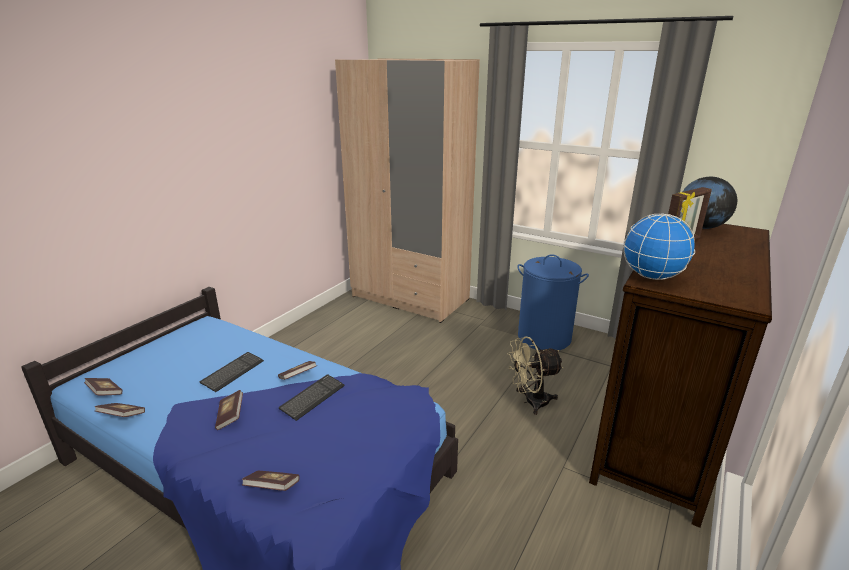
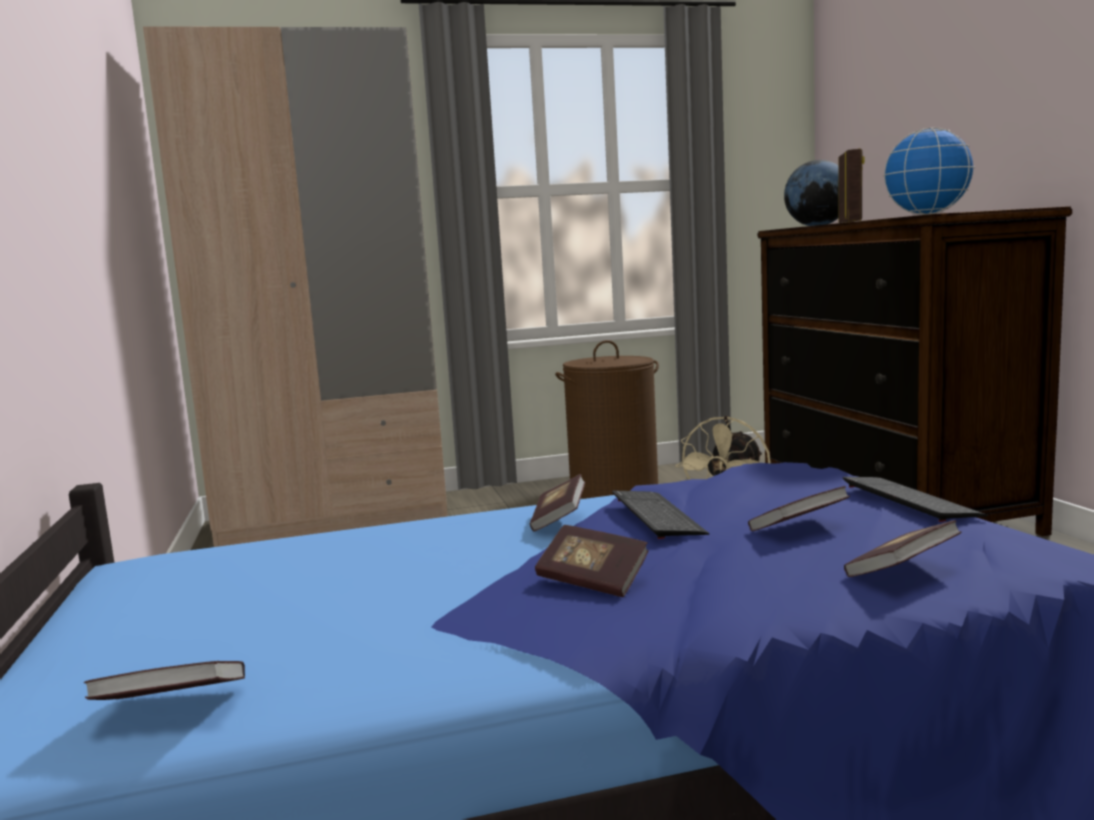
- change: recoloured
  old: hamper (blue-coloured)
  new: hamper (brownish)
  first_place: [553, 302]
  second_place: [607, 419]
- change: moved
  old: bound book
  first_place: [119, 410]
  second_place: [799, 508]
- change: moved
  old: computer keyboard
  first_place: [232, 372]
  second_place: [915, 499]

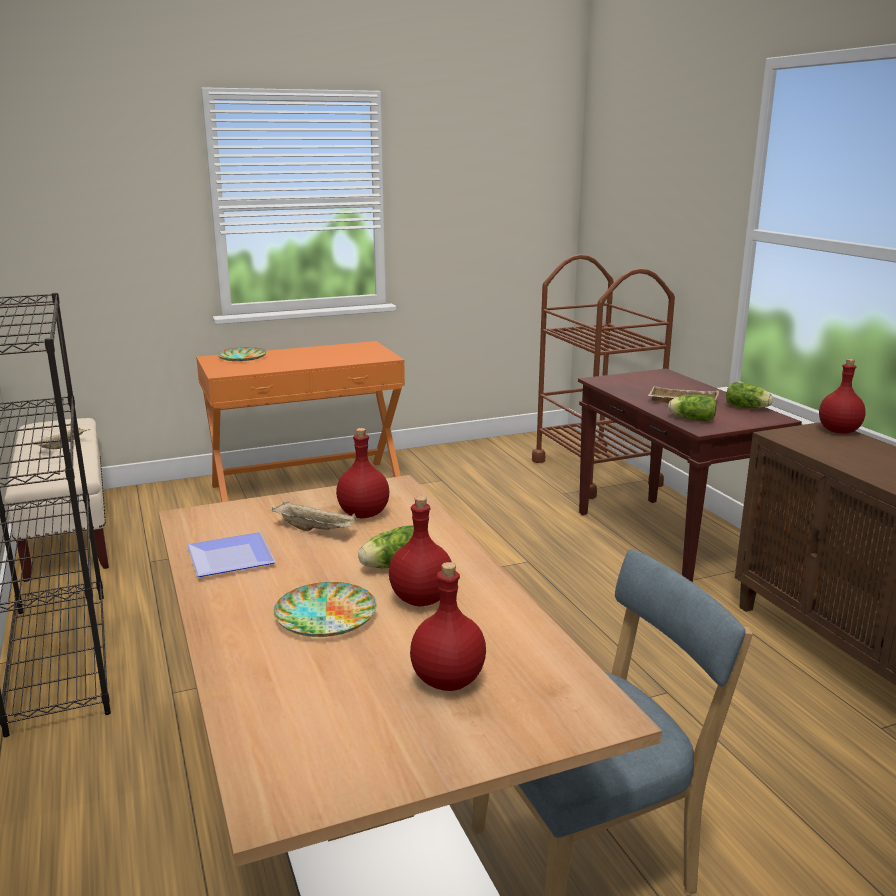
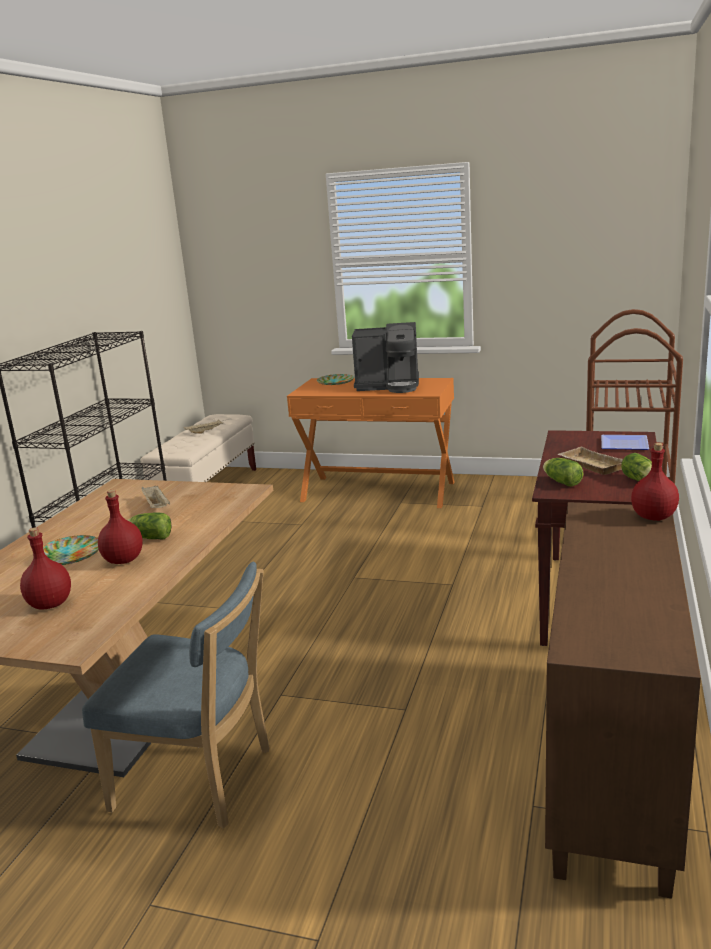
- change: added
  new: coffee maker
  second_place: [385, 357]
- change: moved
  old: dinner plate
  first_place: [231, 554]
  second_place: [625, 442]
- change: removed
  old: beverage bottle (reddish)
  first_place: [362, 473]

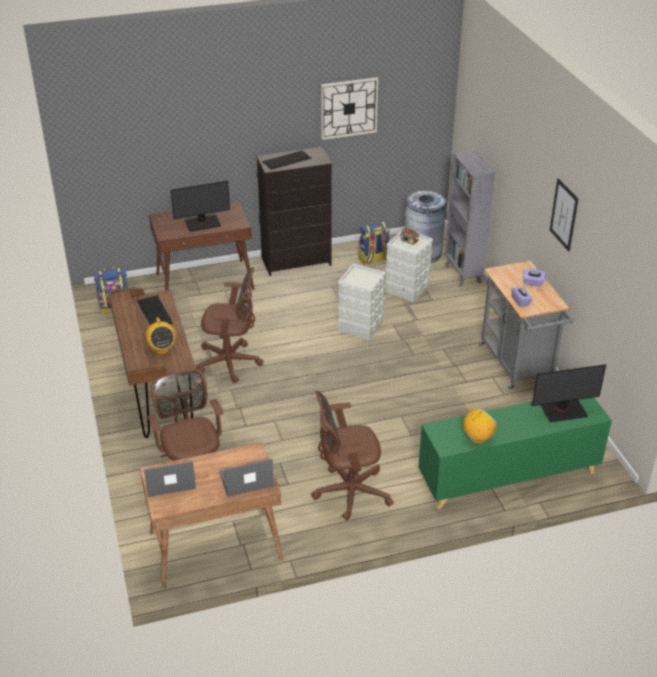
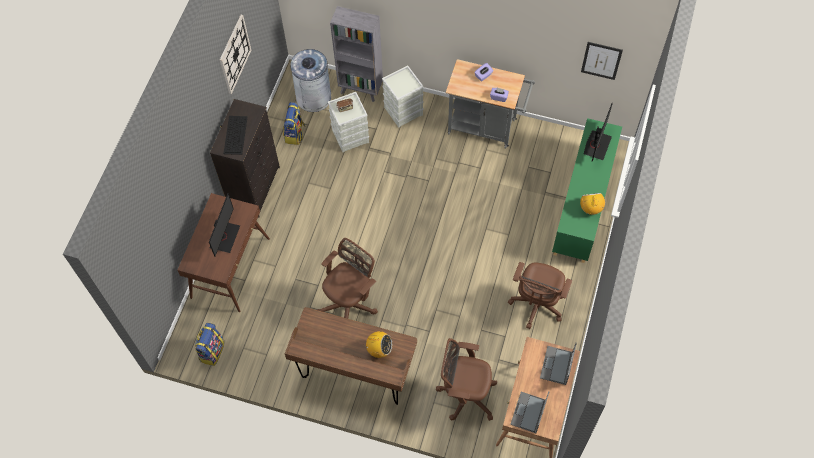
- change: moved
  old: storage box (greyish)
  first_place: [361, 302]
  second_place: [403, 96]
- change: moved
  old: wall art
  first_place: [564, 215]
  second_place: [602, 61]
- change: removed
  old: computer keyboard
  first_place: [155, 310]

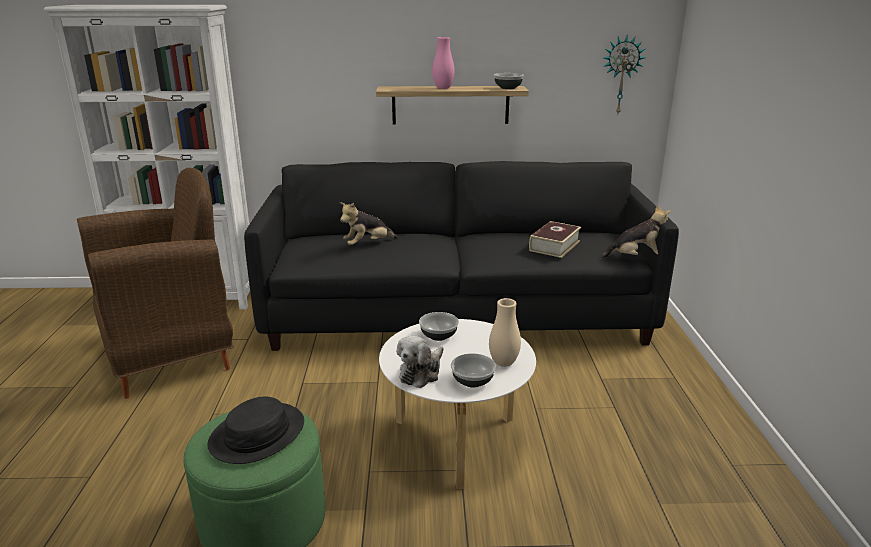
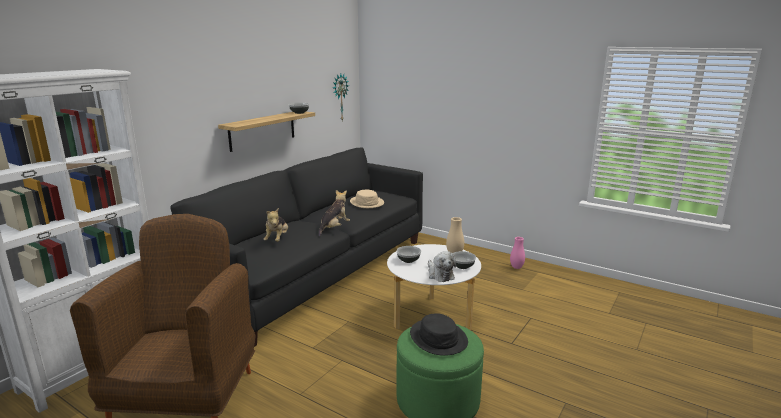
- change: moved
  old: cuddly toy
  first_place: [635, 232]
  second_place: [334, 213]
- change: replaced
  old: bound book
  new: hat (beige-coloured)
  first_place: [555, 239]
  second_place: [367, 198]
- change: moved
  old: flower vase (pink)
  first_place: [443, 63]
  second_place: [517, 253]

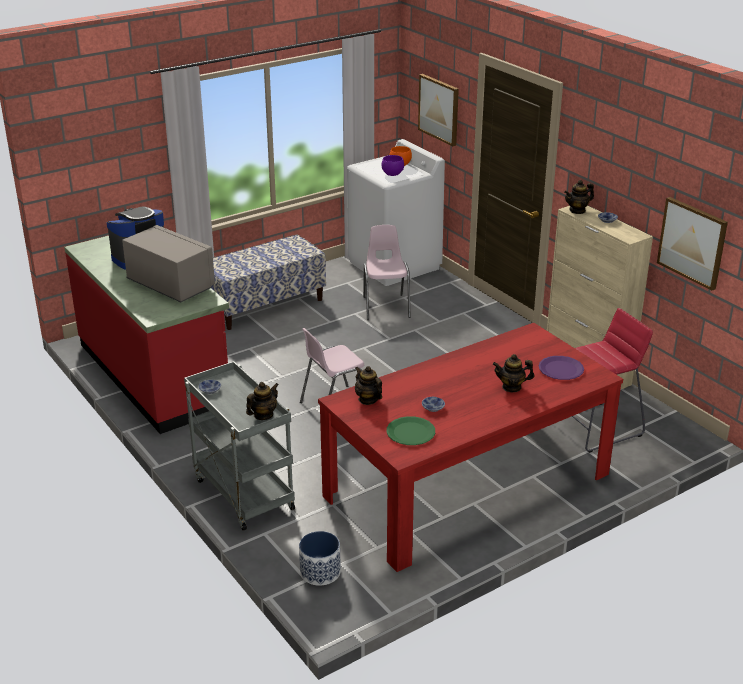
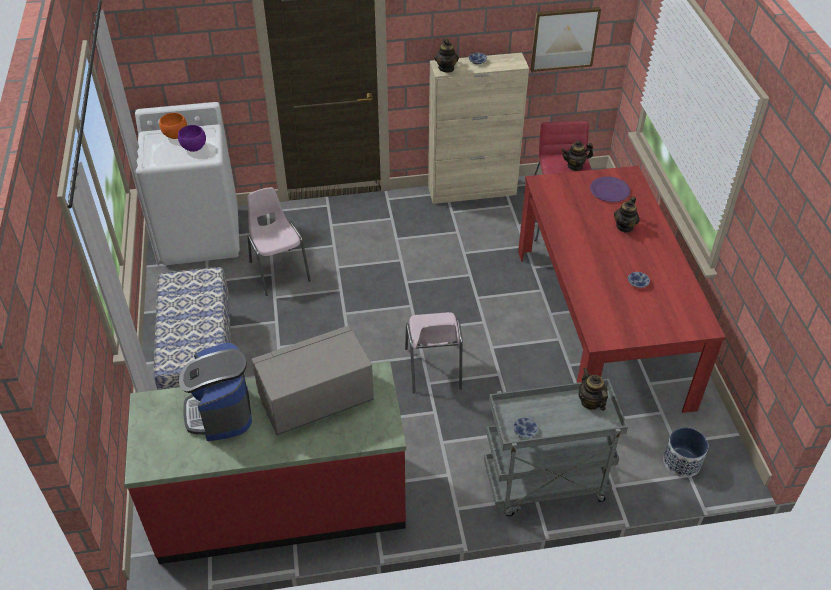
- change: turned
  old: plain chair (pink)
  first_place: [386, 272]
  second_place: [279, 241]
  degrees: 45
- change: moved
  old: tea pot
  first_place: [368, 385]
  second_place: [577, 156]
- change: removed
  old: dinner plate (greenish)
  first_place: [411, 430]
- change: removed
  old: wall art
  first_place: [438, 110]

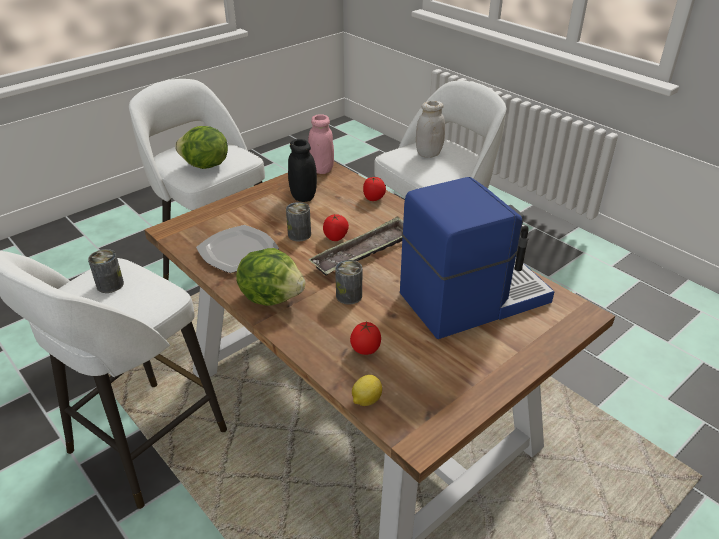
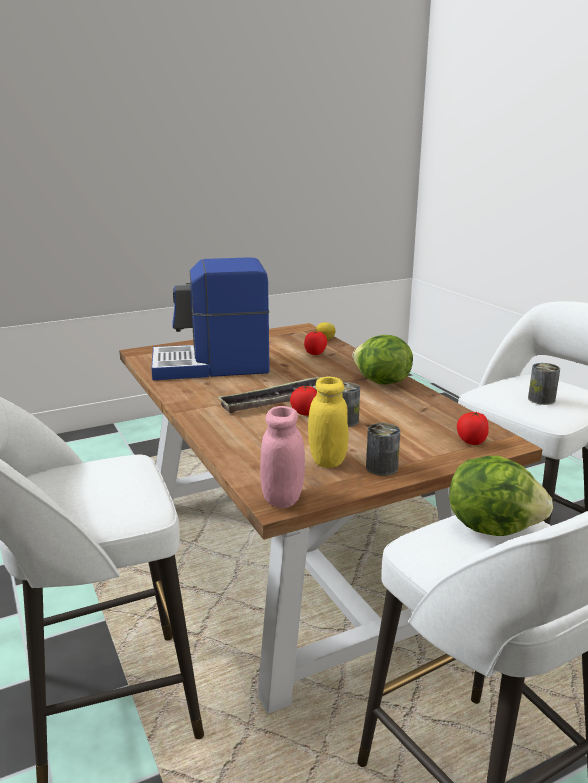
- change: recoloured
  old: jar (black)
  new: jar (yellowish)
  first_place: [302, 170]
  second_place: [328, 422]
- change: moved
  old: metal can
  first_place: [348, 282]
  second_place: [383, 449]
- change: moved
  old: whole tomato
  first_place: [374, 189]
  second_place: [473, 428]
- change: removed
  old: dinner plate
  first_place: [237, 249]
- change: removed
  old: jar (white)
  first_place: [430, 129]

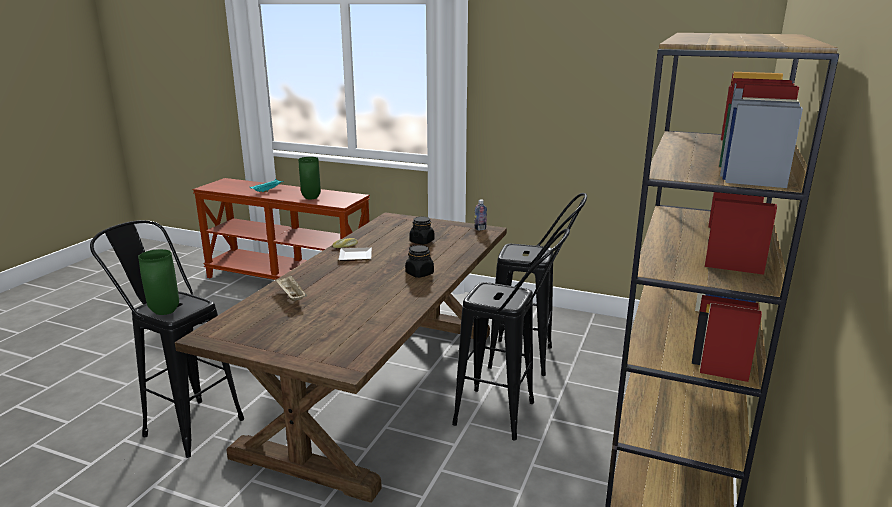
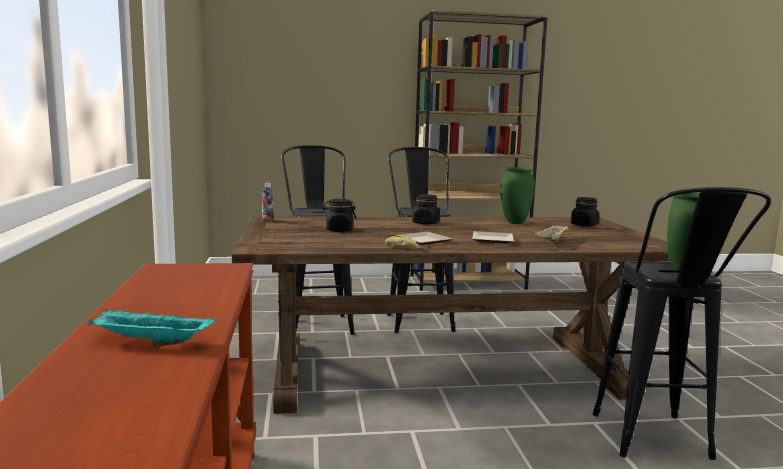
- change: added
  new: dinner plate
  second_place: [493, 237]
- change: moved
  old: flower vase (greenish)
  first_place: [309, 178]
  second_place: [517, 195]
- change: added
  new: jar (black)
  second_place: [585, 212]

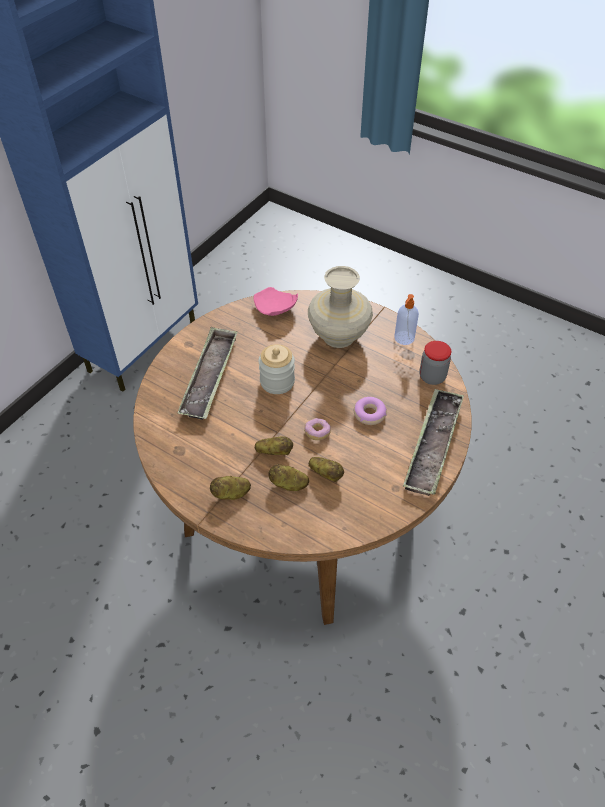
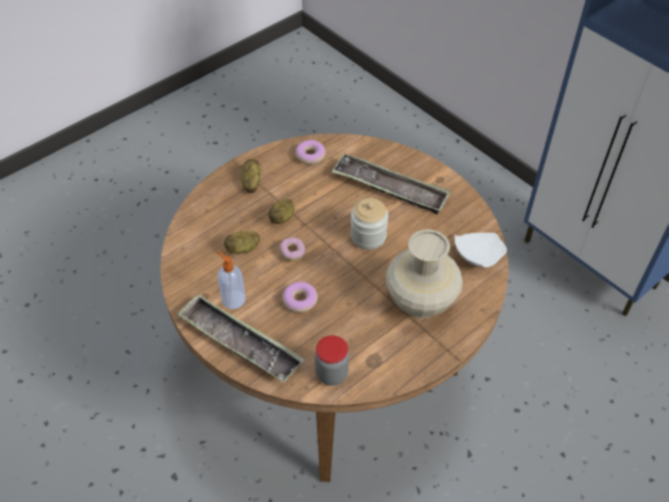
- change: moved
  old: soap dispenser
  first_place: [406, 319]
  second_place: [231, 280]
- change: added
  new: ring doughnut
  second_place: [310, 152]
- change: recoloured
  old: dinner plate (pink)
  new: dinner plate (white)
  first_place: [275, 301]
  second_place: [480, 250]
- change: removed
  old: whole potato
  first_place: [288, 477]

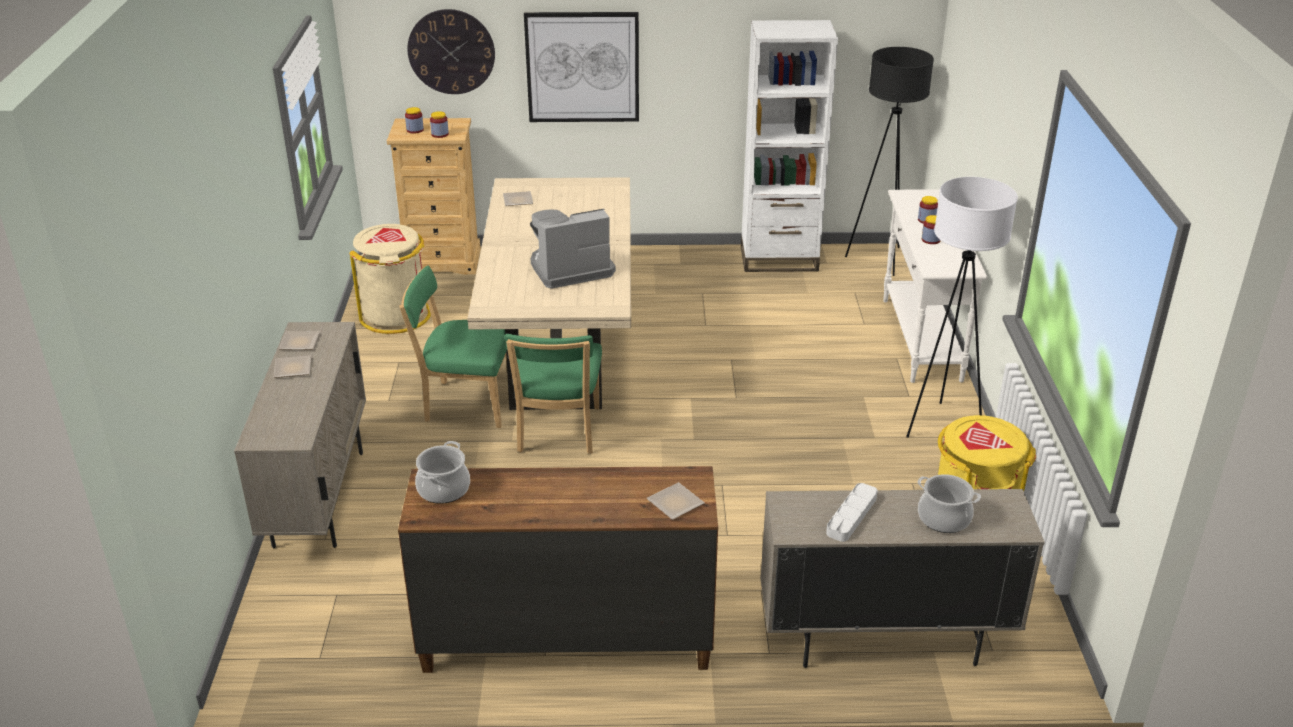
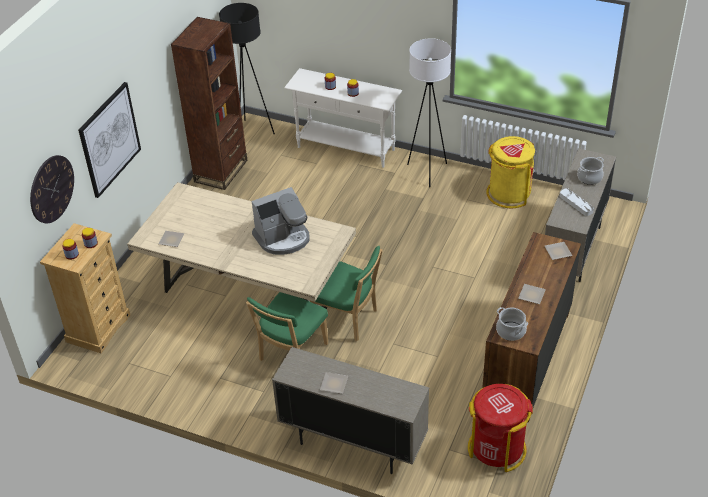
- change: recoloured
  old: bookshelf (white)
  new: bookshelf (brownish)
  first_place: [789, 146]
  second_place: [209, 103]
- change: turned
  old: coffee maker
  first_place: [573, 249]
  second_place: [280, 221]
  degrees: -120
- change: added
  new: trash can (reddish)
  second_place: [500, 428]
- change: moved
  old: dinner plate
  first_place: [299, 340]
  second_place: [532, 294]
- change: removed
  old: trash can (beige-coloured)
  first_place: [390, 279]

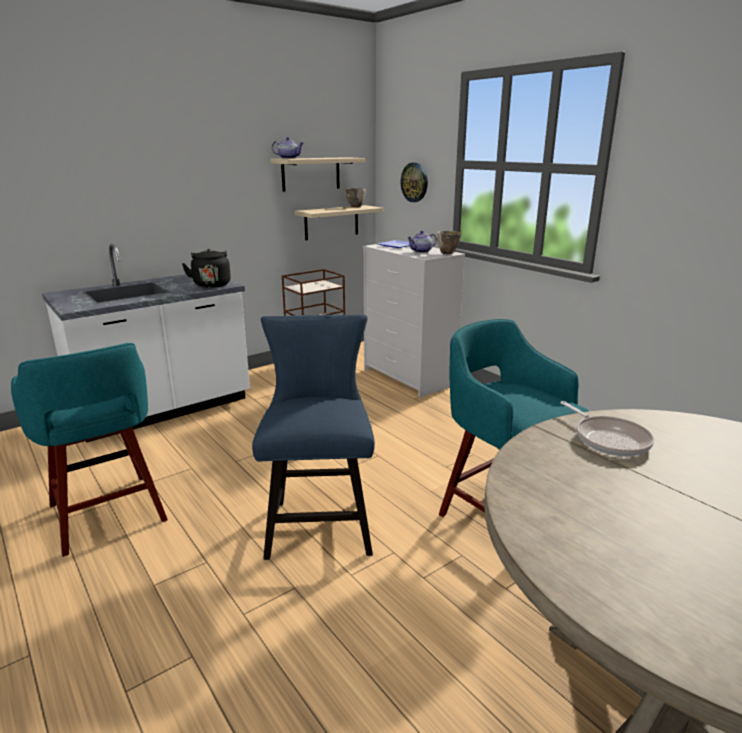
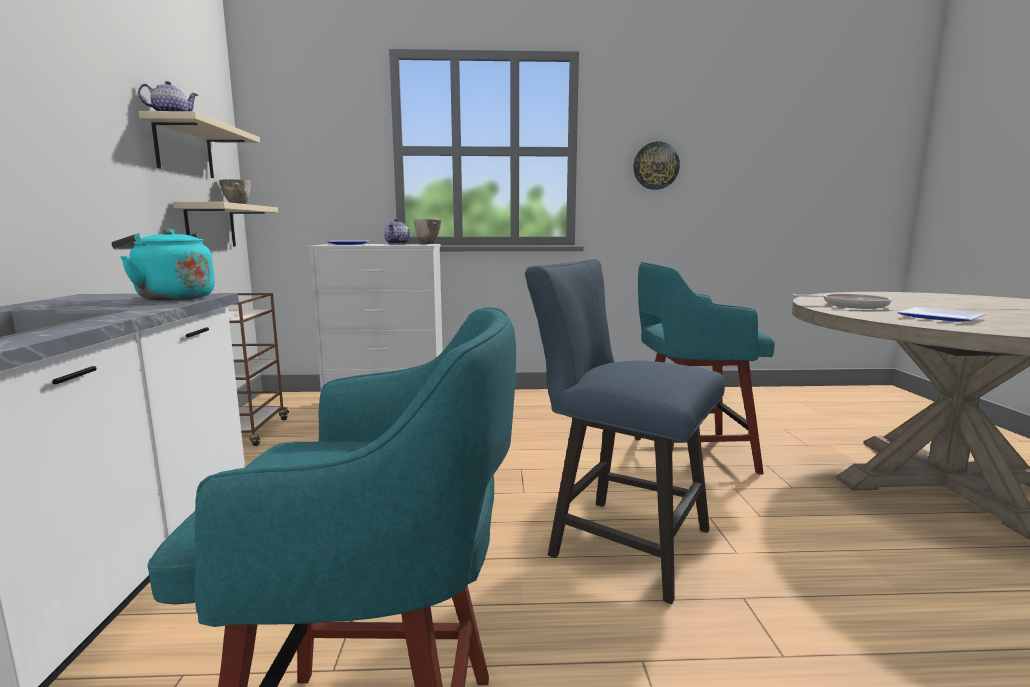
- change: recoloured
  old: water kettle (black)
  new: water kettle (turquoise)
  first_place: [206, 268]
  second_place: [163, 265]
- change: moved
  old: hanging clock
  first_place: [414, 182]
  second_place: [656, 166]
- change: added
  new: dinner plate
  second_place: [941, 314]

